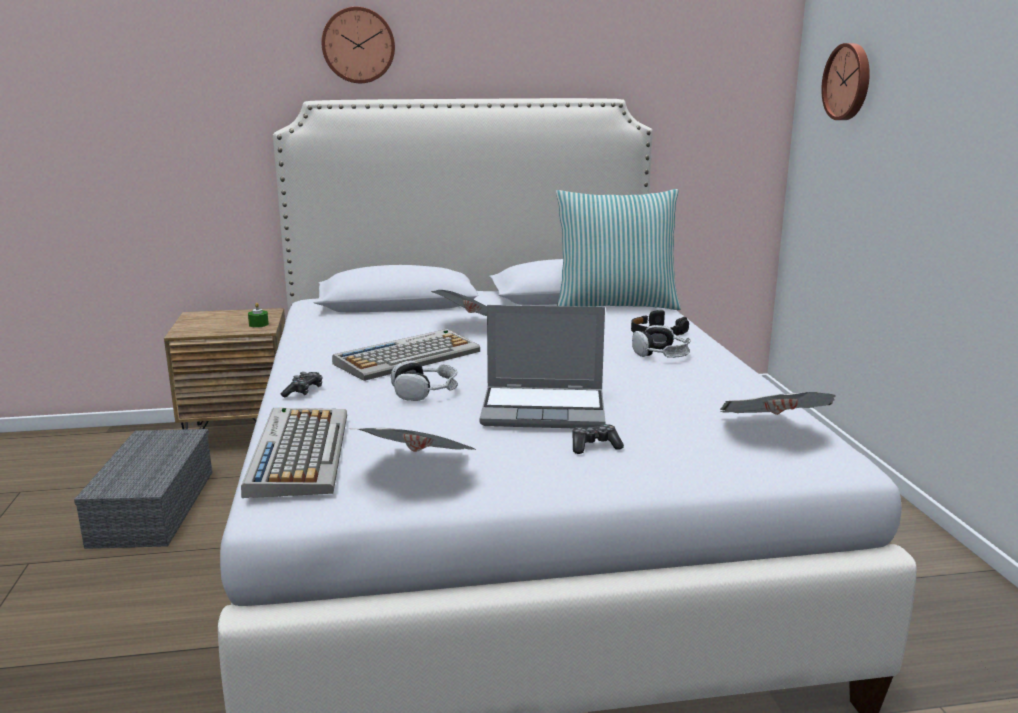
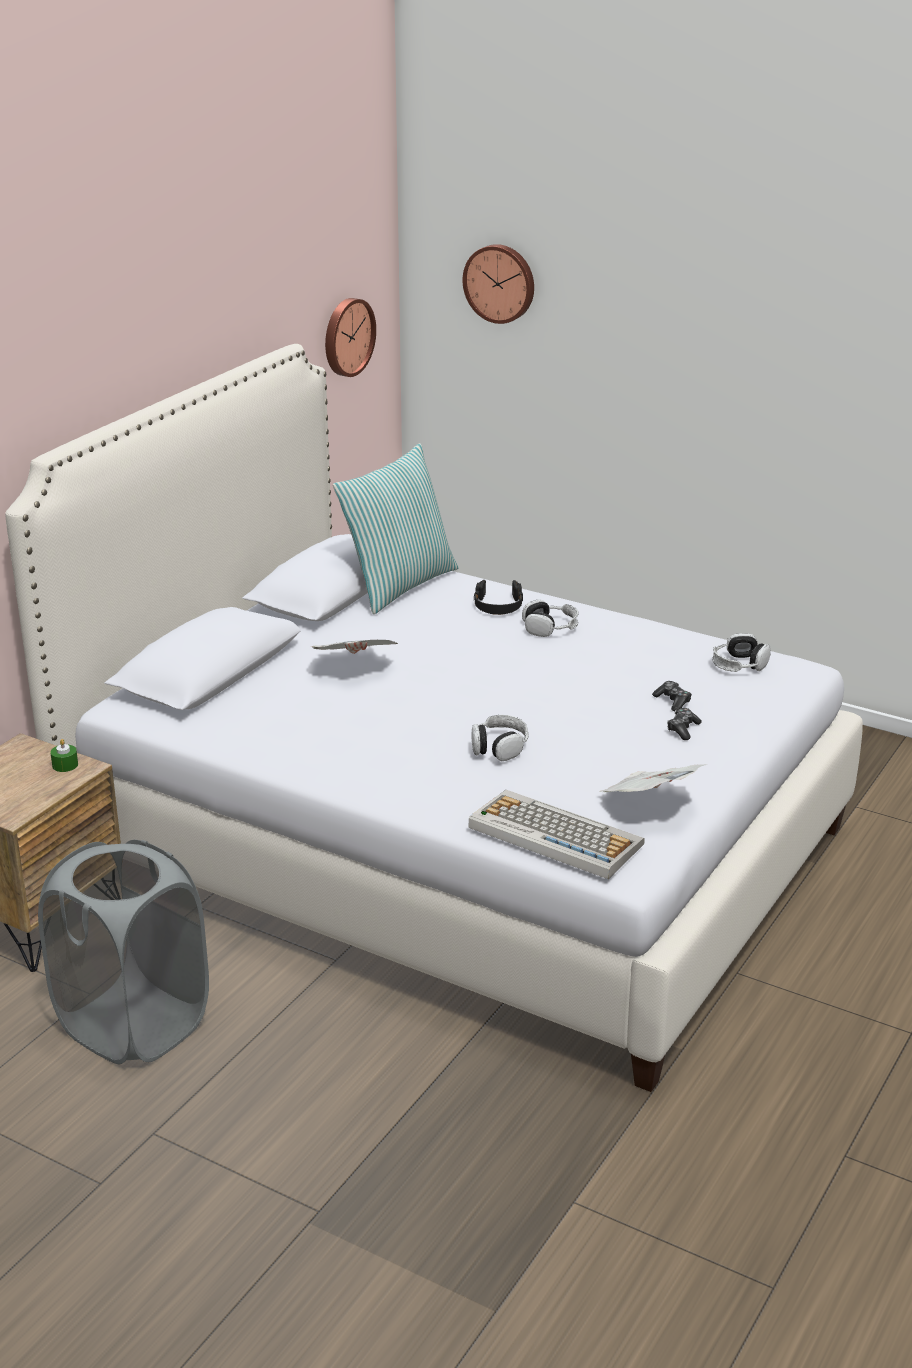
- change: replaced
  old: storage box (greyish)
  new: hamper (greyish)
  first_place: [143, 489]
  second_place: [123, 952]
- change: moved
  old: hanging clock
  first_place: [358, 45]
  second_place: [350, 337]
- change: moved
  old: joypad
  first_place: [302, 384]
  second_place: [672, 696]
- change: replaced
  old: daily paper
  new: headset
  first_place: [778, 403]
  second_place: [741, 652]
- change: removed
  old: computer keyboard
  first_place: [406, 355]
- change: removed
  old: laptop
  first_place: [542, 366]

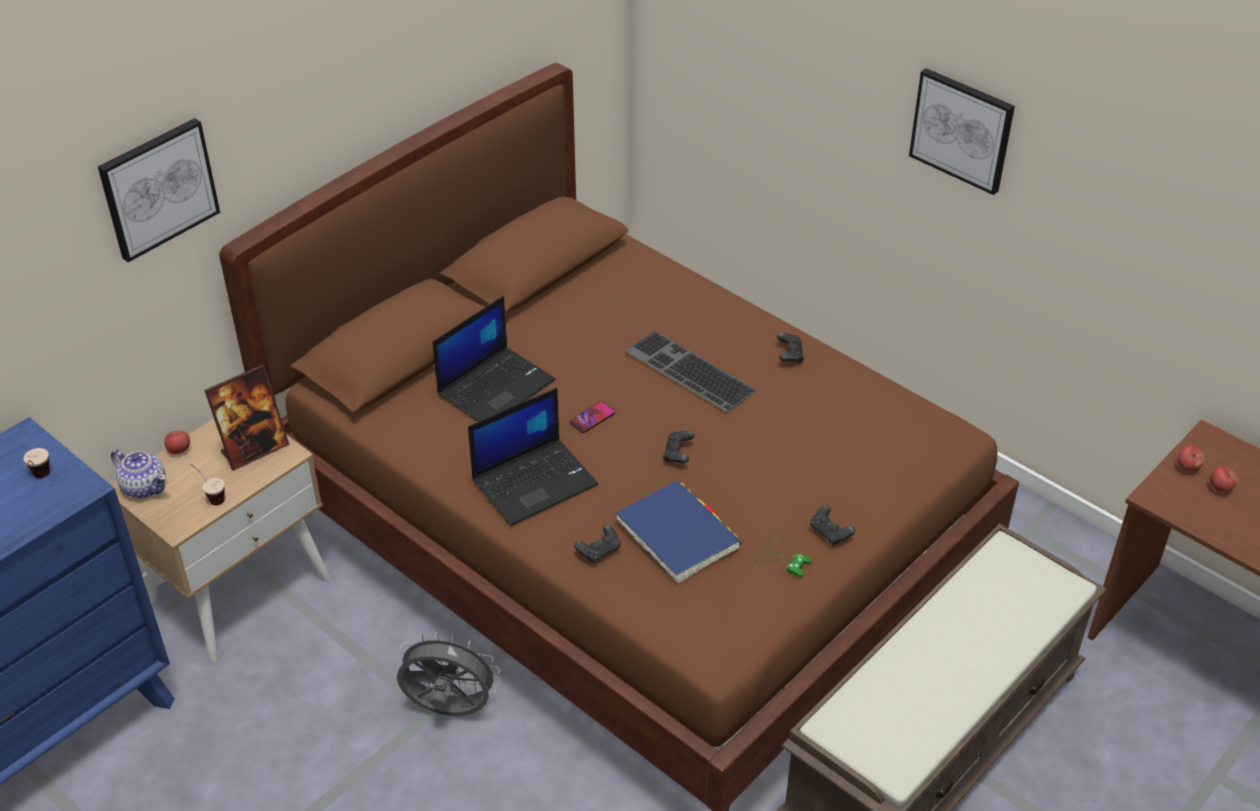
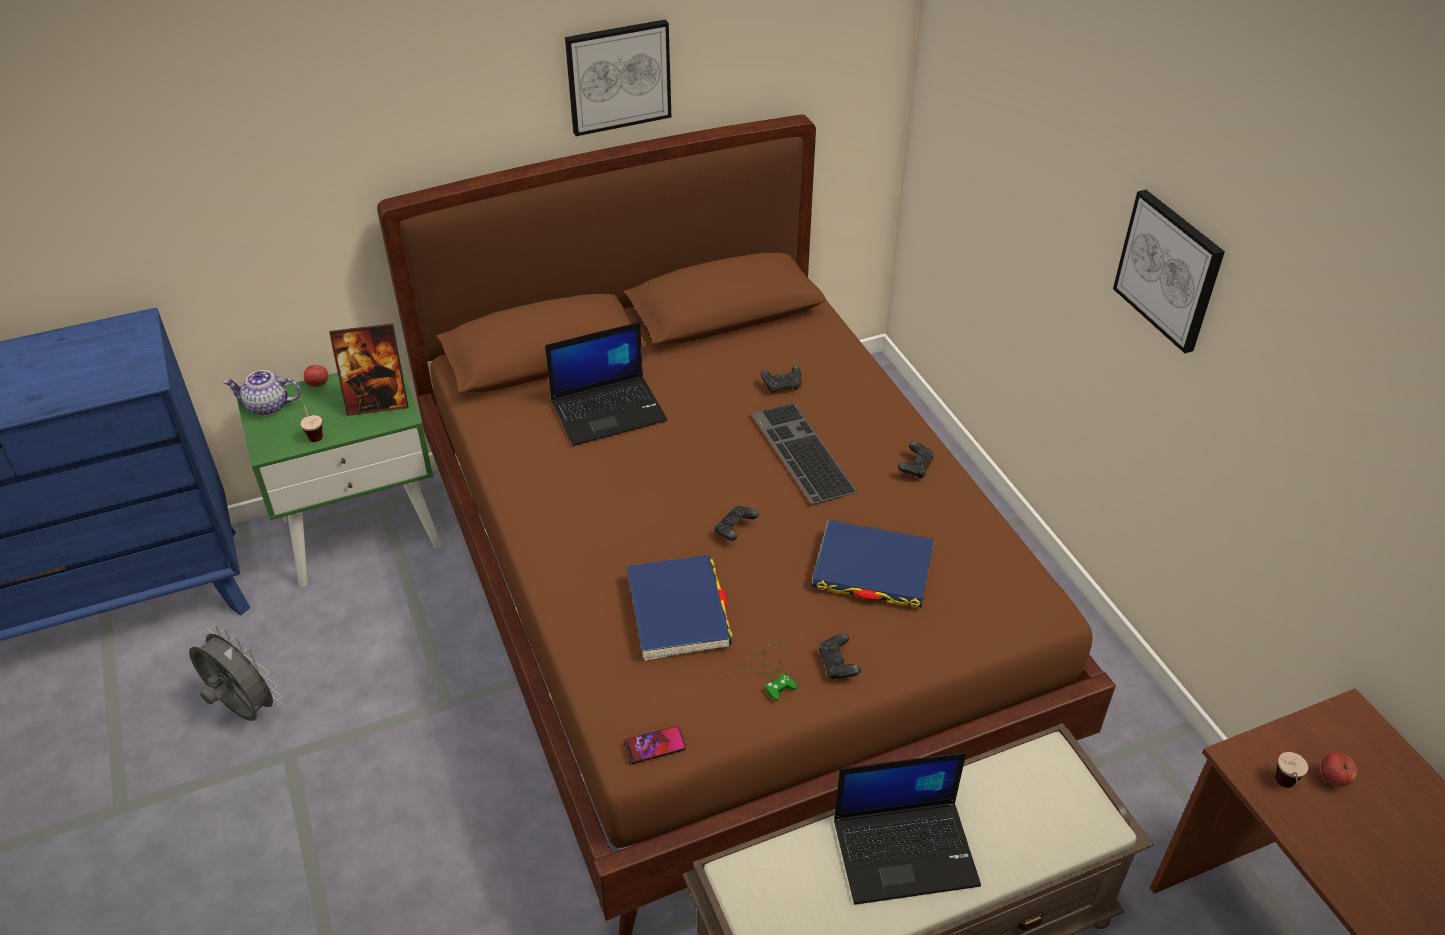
- change: moved
  old: cooling fan (greyish)
  first_place: [448, 674]
  second_place: [235, 673]
- change: turned
  old: tea pot
  first_place: [138, 473]
  second_place: [262, 393]
  degrees: 120
- change: recoloured
  old: night table (beige-coloured)
  new: night table (greenish)
  first_place: [219, 540]
  second_place: [339, 477]
- change: moved
  old: wall art
  first_place: [159, 190]
  second_place: [618, 78]
- change: moved
  old: phone
  first_place: [592, 417]
  second_place: [655, 745]
- change: moved
  old: joypad (black)
  first_place: [597, 544]
  second_place: [781, 379]
- change: added
  new: bound book (blue-coloured)
  second_place: [873, 563]
- change: moved
  old: laptop
  first_place: [533, 457]
  second_place: [907, 828]
- change: moved
  old: small cup
  first_place: [36, 463]
  second_place: [1292, 770]
- change: removed
  old: apple
  first_place: [1191, 459]

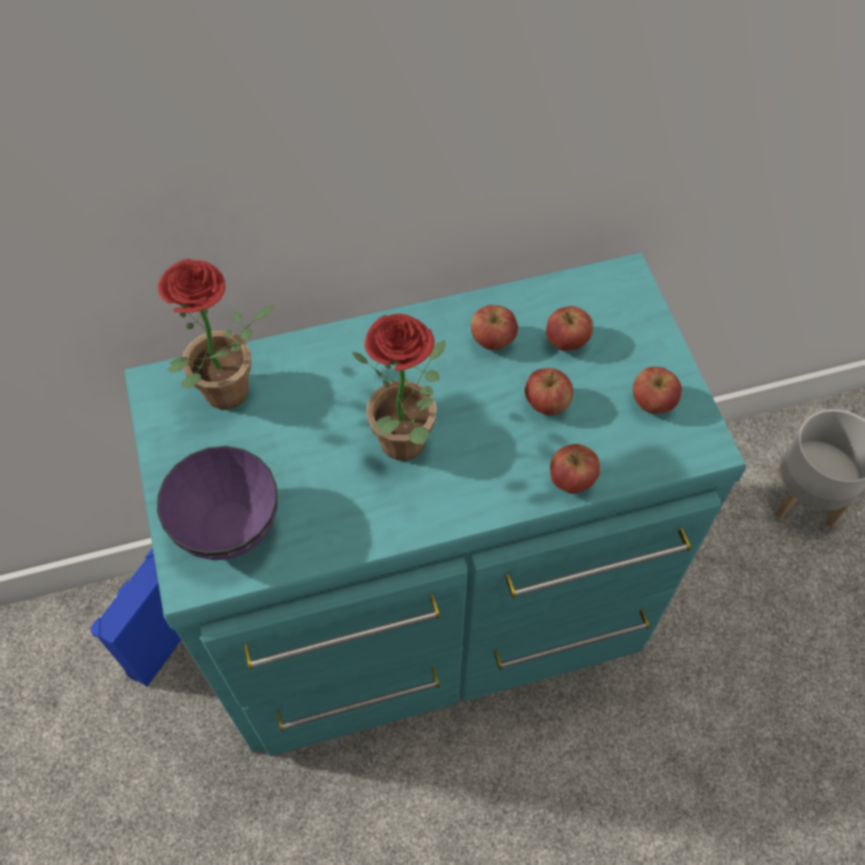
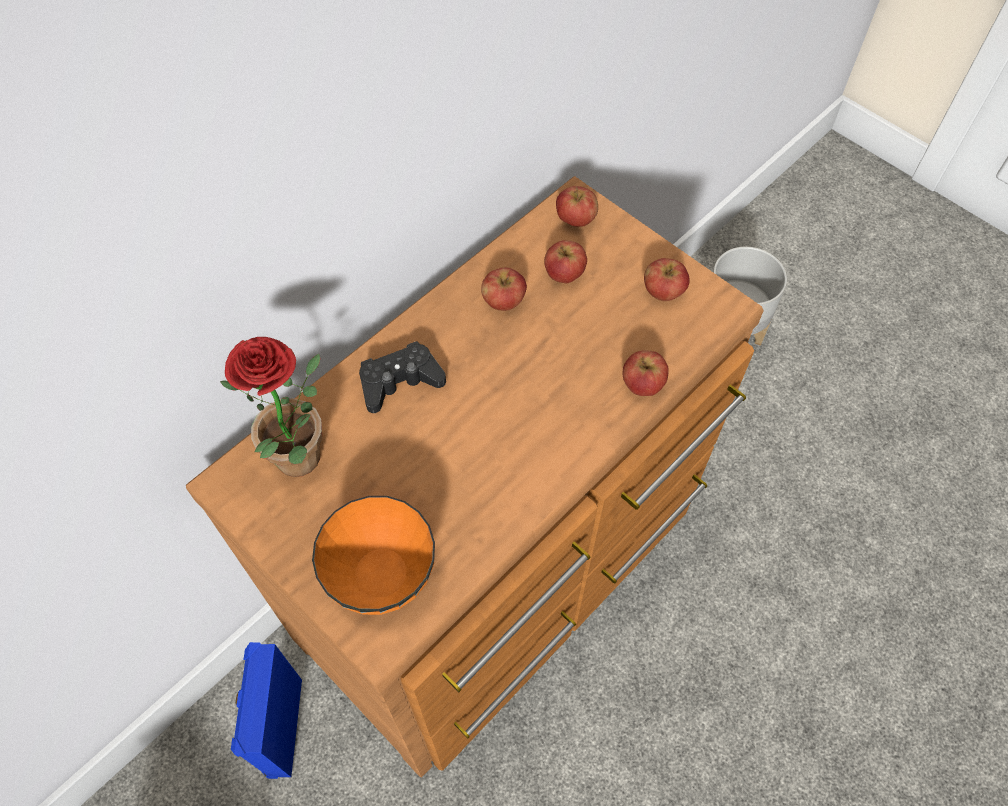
- change: recoloured
  old: dresser (turquoise)
  new: dresser (brownish)
  first_place: [435, 504]
  second_place: [475, 476]
- change: recoloured
  old: deep dish (purplish)
  new: deep dish (orange)
  first_place: [217, 503]
  second_place: [373, 555]
- change: added
  new: joypad (black)
  second_place: [402, 377]
- change: moved
  old: apple
  first_place: [549, 391]
  second_place: [577, 206]
- change: removed
  old: plant in a pot
  first_place: [398, 387]

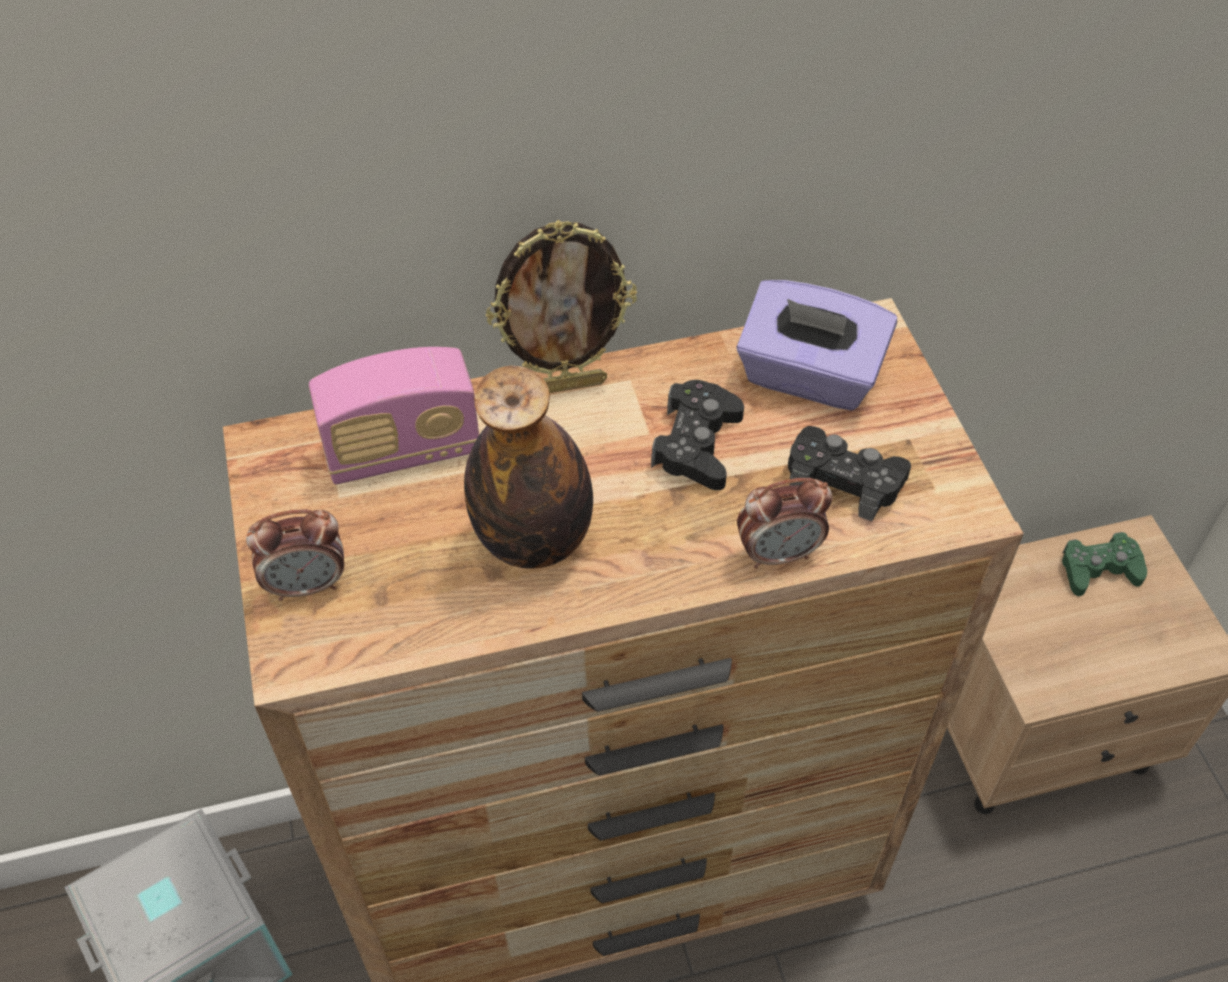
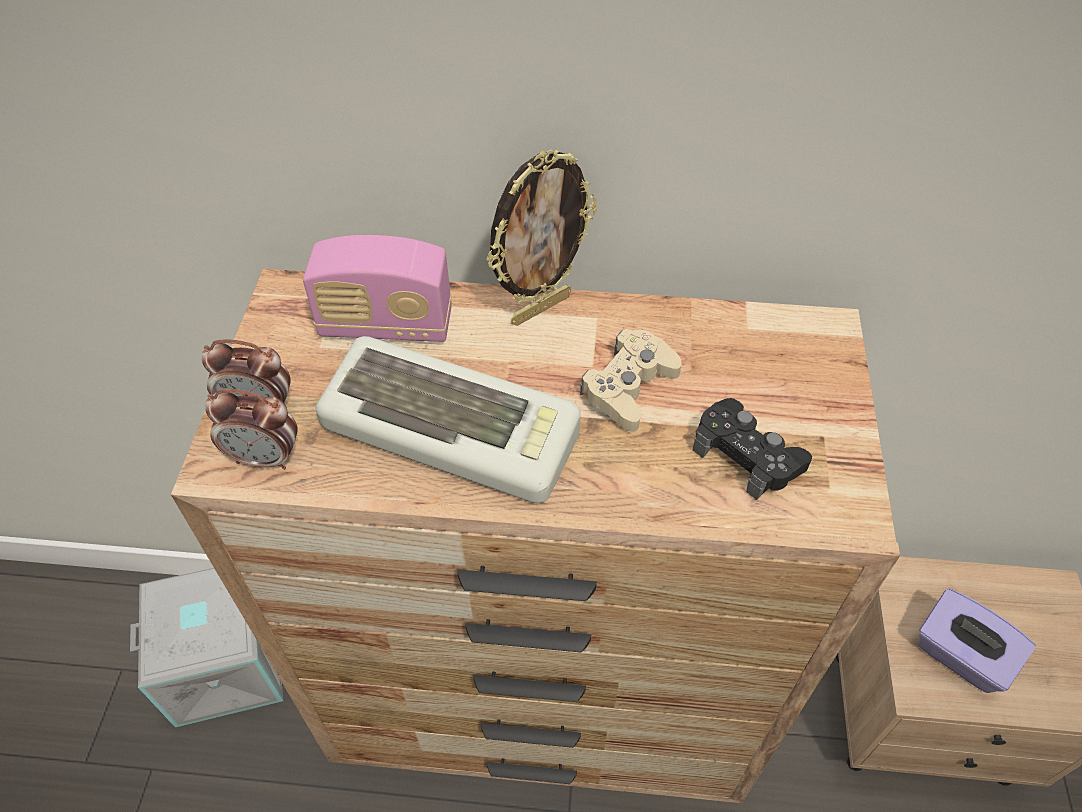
- change: moved
  old: alarm clock
  first_place: [784, 523]
  second_place: [251, 429]
- change: replaced
  old: beverage bottle
  new: computer keyboard
  first_place: [528, 467]
  second_place: [448, 419]
- change: turned
  old: photo frame
  first_place: [561, 306]
  second_place: [541, 238]
  degrees: -45
- change: recoloured
  old: joypad (black)
  new: joypad (beige-coloured)
  first_place: [697, 435]
  second_place: [631, 380]
- change: moved
  old: box of tissues (purplish)
  first_place: [816, 345]
  second_place: [977, 641]
- change: removed
  old: joypad (greenish)
  first_place: [1104, 564]

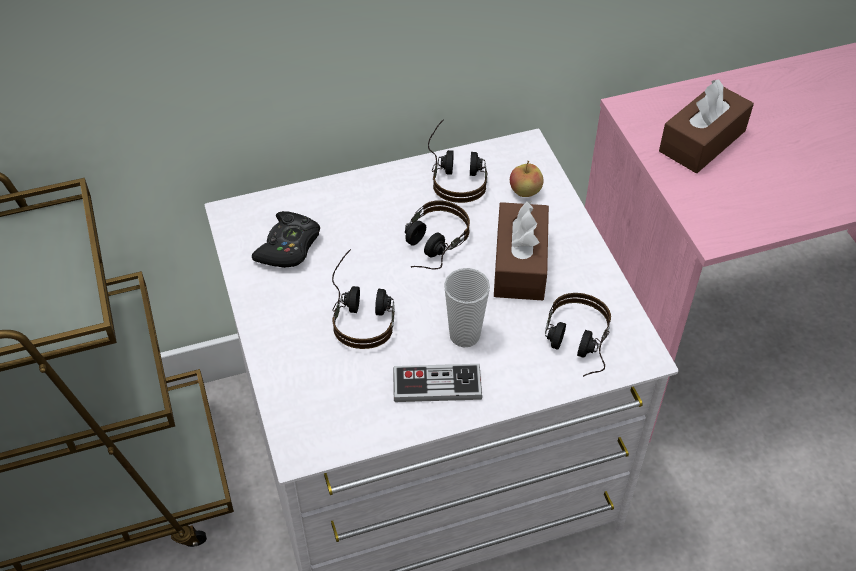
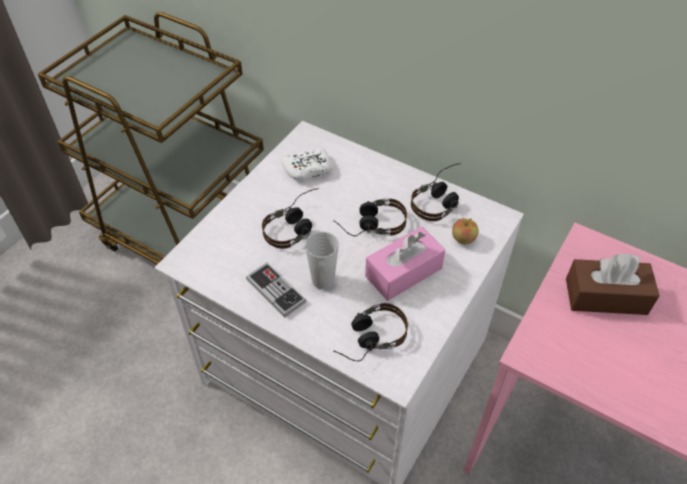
- change: recoloured
  old: joypad (black)
  new: joypad (white)
  first_place: [286, 239]
  second_place: [306, 164]
- change: recoloured
  old: box of tissues (brownish)
  new: box of tissues (pink)
  first_place: [521, 250]
  second_place: [405, 264]

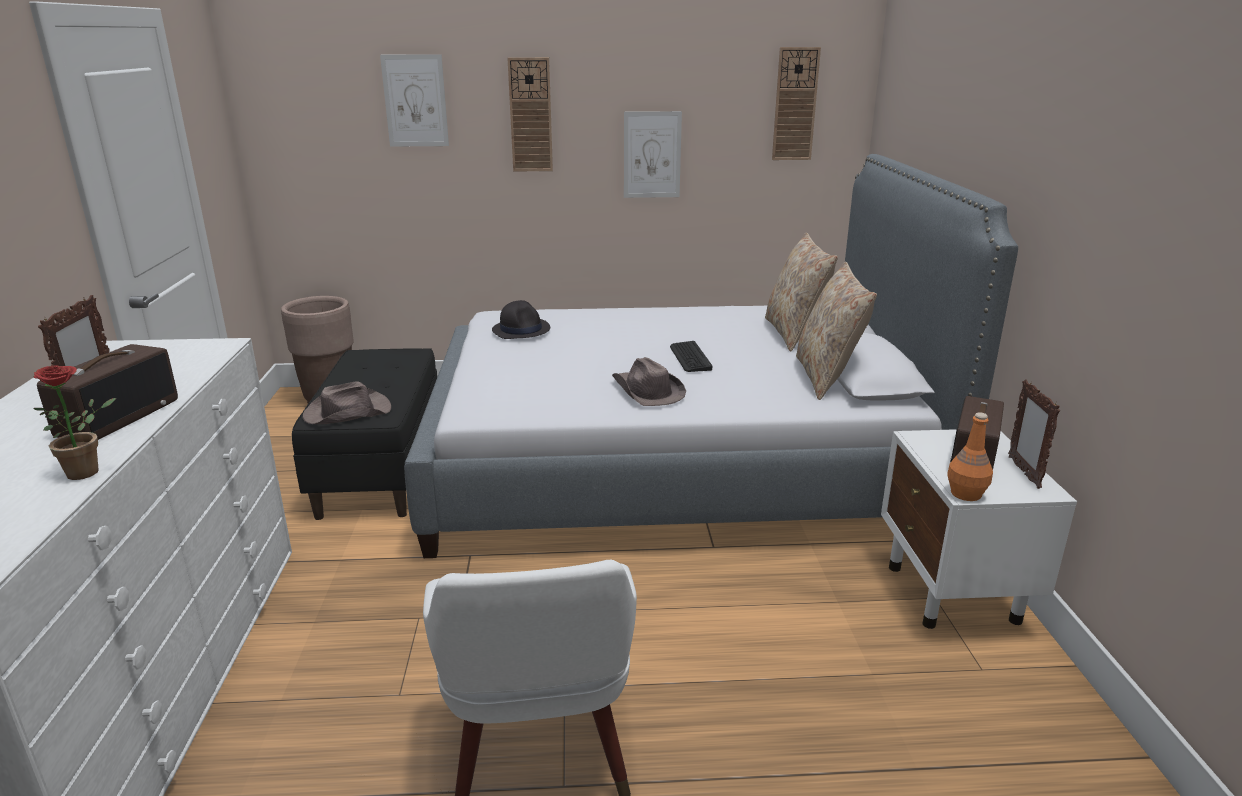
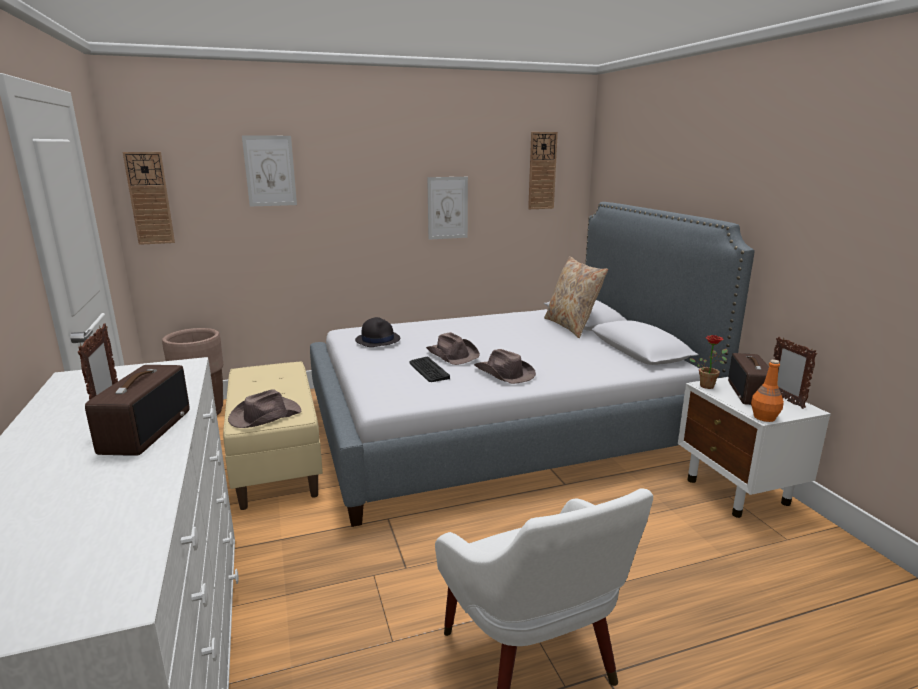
- change: moved
  old: hanging clock
  first_place: [530, 114]
  second_place: [149, 198]
- change: recoloured
  old: bench (black)
  new: bench (beige-coloured)
  first_place: [364, 434]
  second_place: [273, 435]
- change: moved
  old: computer keyboard
  first_place: [691, 356]
  second_place: [429, 369]
- change: added
  new: hat (brownish)
  second_place: [453, 348]
- change: moved
  old: plant in a pot
  first_place: [74, 423]
  second_place: [708, 362]
- change: removed
  old: cushion (beige-coloured)
  first_place: [836, 331]

